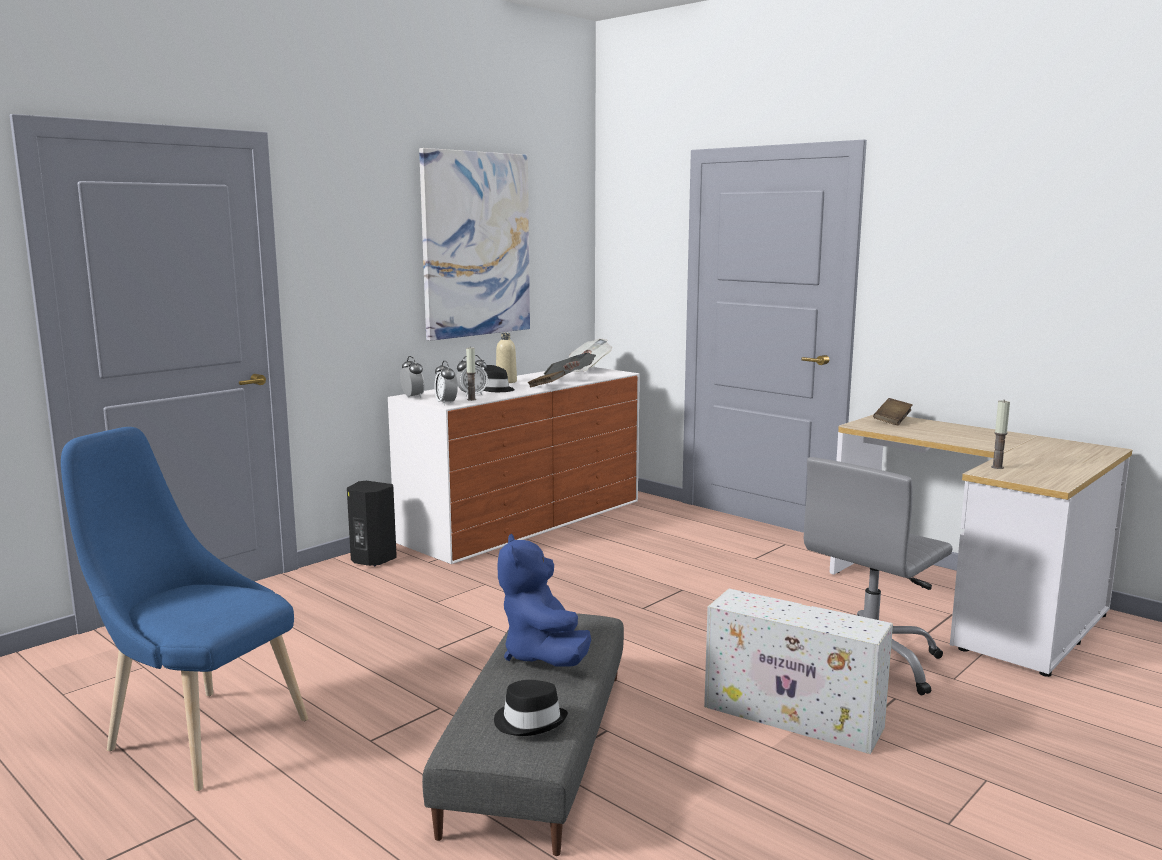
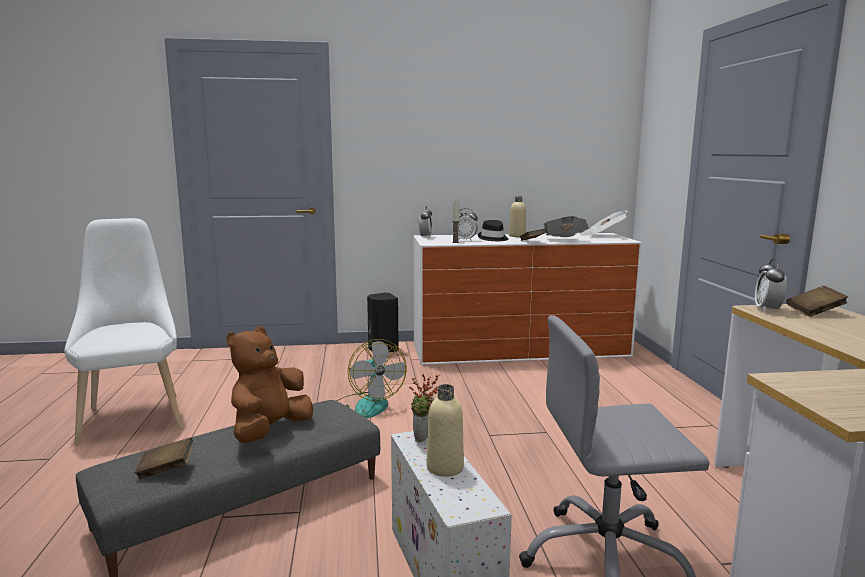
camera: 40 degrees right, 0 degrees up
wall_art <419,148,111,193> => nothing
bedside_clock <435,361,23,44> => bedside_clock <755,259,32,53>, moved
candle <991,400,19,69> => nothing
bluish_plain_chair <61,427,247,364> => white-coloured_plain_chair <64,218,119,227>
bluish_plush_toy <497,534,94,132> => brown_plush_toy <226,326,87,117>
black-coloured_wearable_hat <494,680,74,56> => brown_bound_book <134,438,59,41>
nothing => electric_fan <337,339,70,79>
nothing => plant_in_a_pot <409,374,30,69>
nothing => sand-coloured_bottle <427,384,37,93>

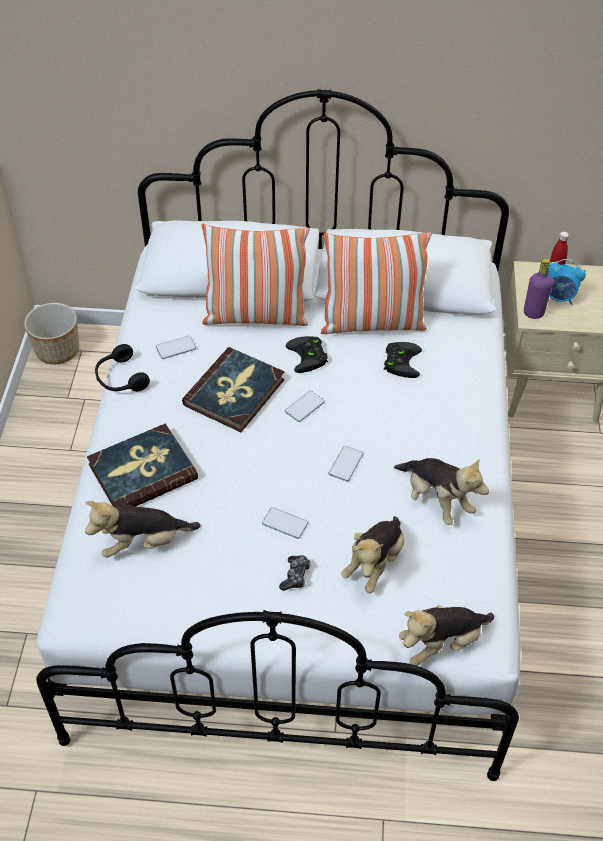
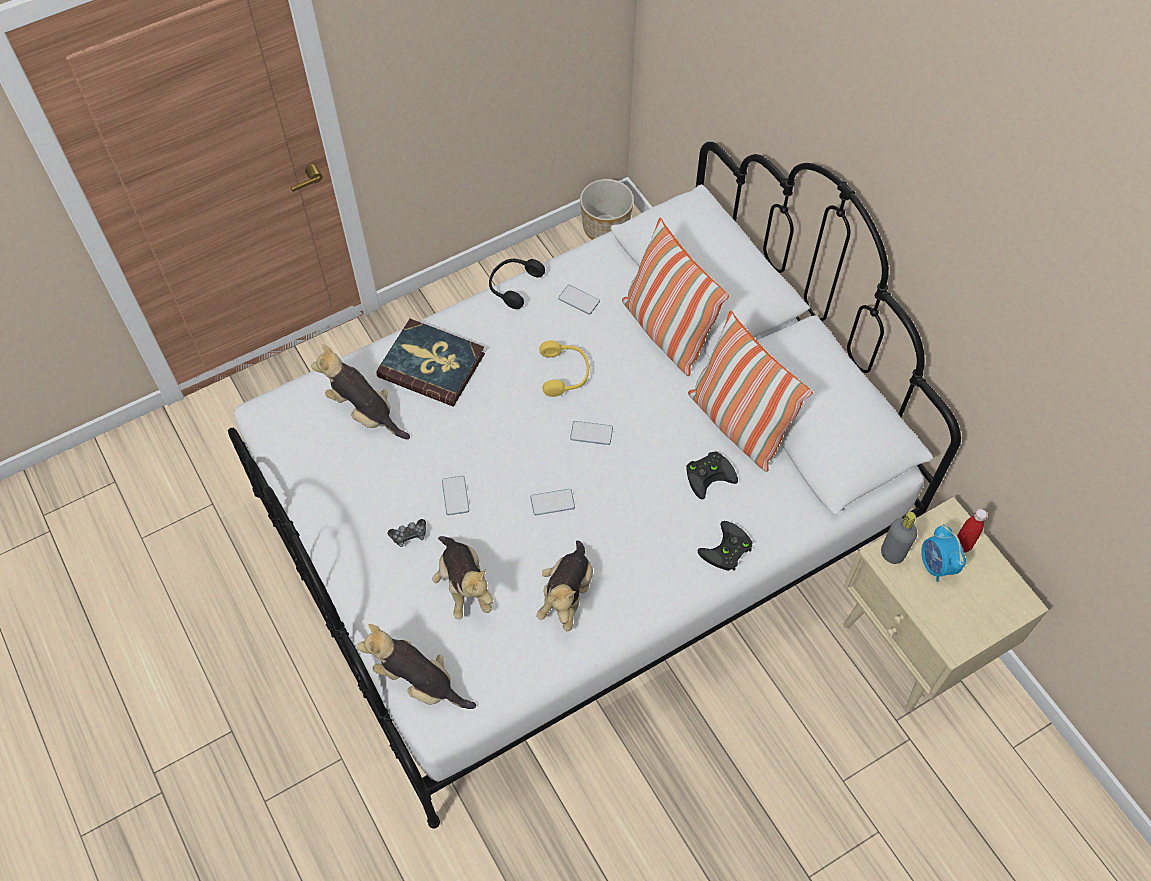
camera: 55 degrees right, 10 degrees up
purple-coloured_bottle <524,258,29,61> => gray_bottle <881,512,36,52>
black-coloured_gamepad <285,336,43,37> => black-coloured_gamepad <698,521,55,50>, moved
bound_book <182,347,103,85> => yellow_headset <539,341,51,56>
plush_toy <341,516,64,77> => plush_toy <432,536,61,83>, 105 degrees counterclockwise

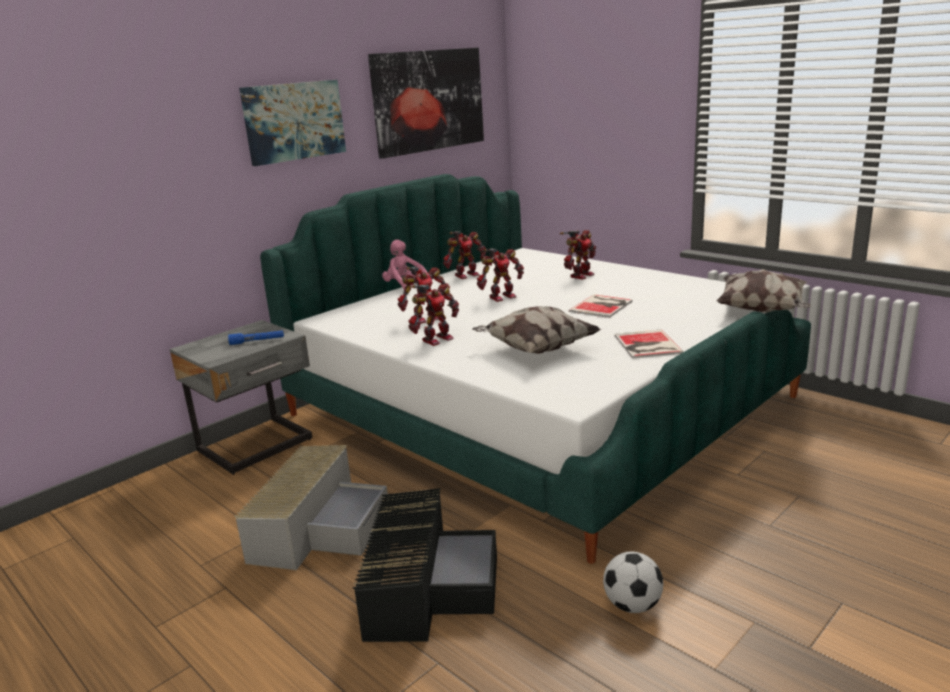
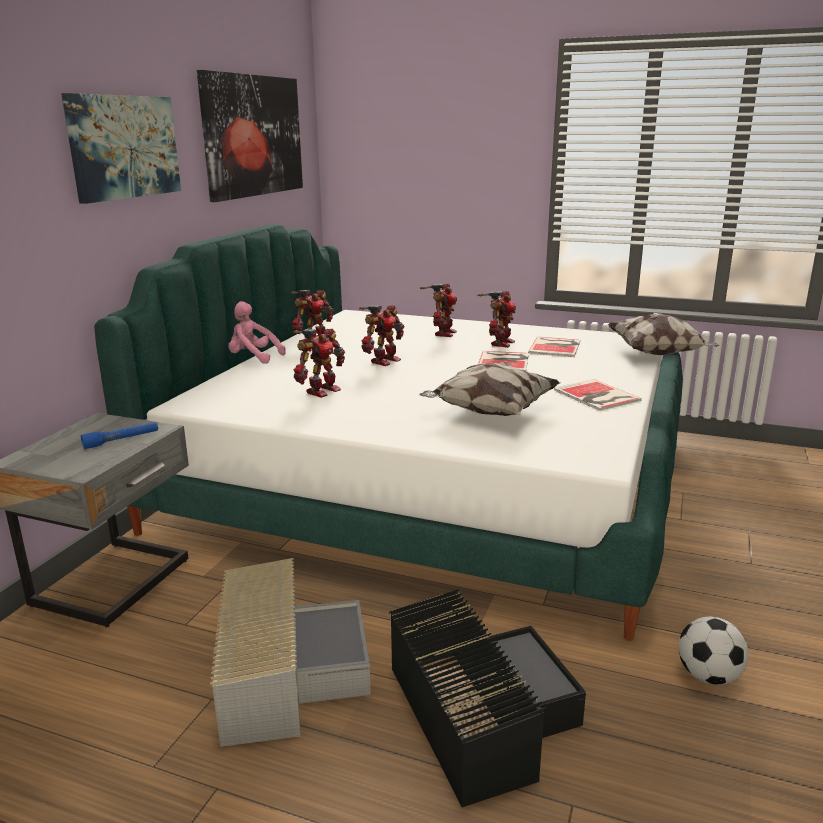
camera: 25 degrees left, 0 degrees up
robot_figure <408,284,51,62> => robot_figure <477,291,39,57>, moved
nothing => bound_book <528,337,52,20>

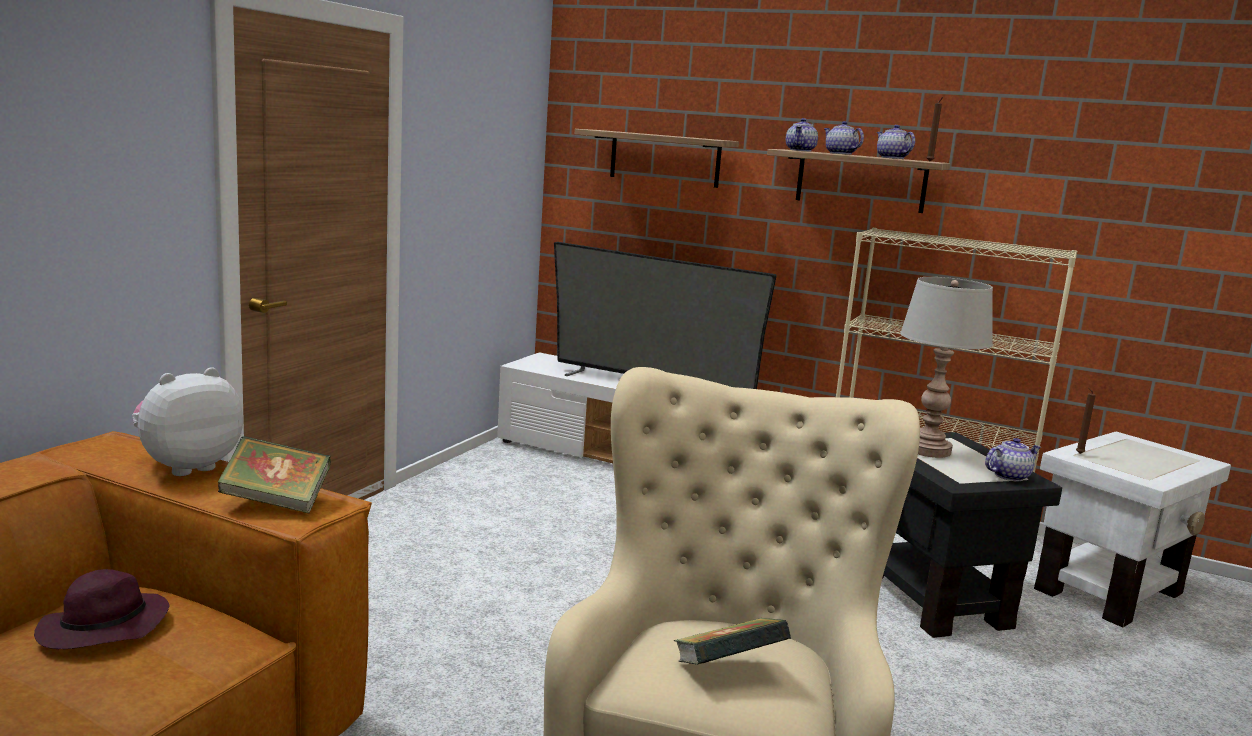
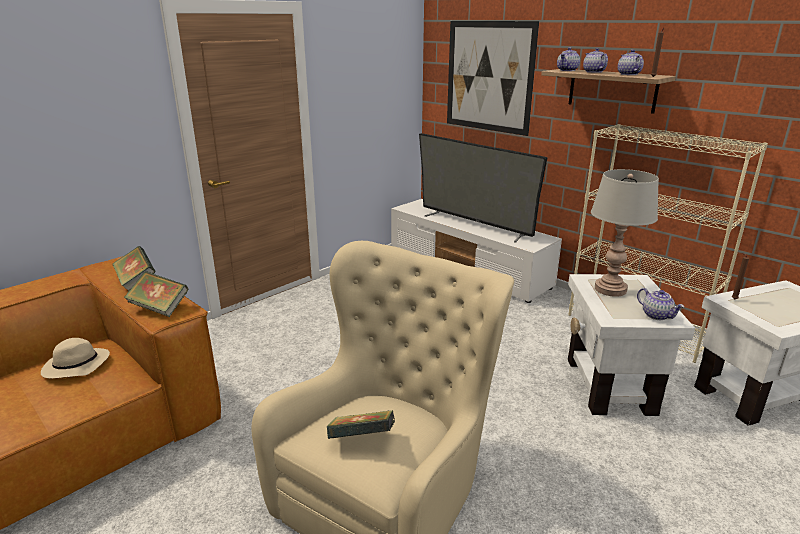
camera: 20 degrees right, 10 degrees up
wall_shelf <575,129,164,59> => wall_art <447,21,92,115>
plush_toy <132,367,111,109> => bound_book <112,246,44,46>
black-coloured_end_table <883,432,179,206> => white-coloured_end_table <568,274,127,142>
pot_for_tea <985,438,56,44> => pot_for_tea <637,288,47,32>, 60 degrees clockwise
purple-coloured_wearable_hat <34,569,136,80> => sand-coloured_wearable_hat <41,338,69,41>

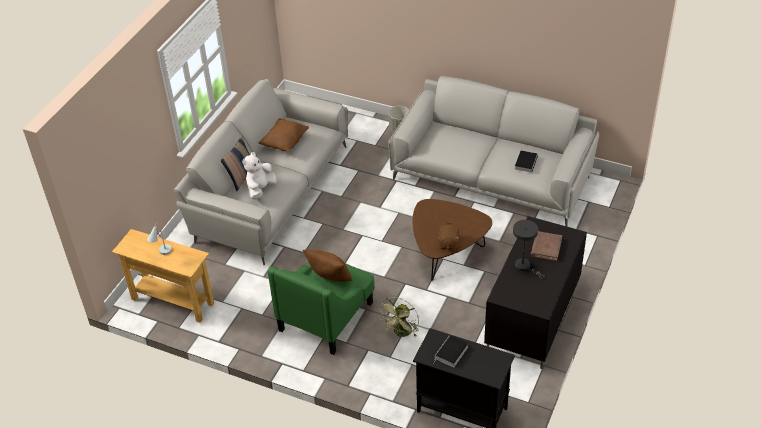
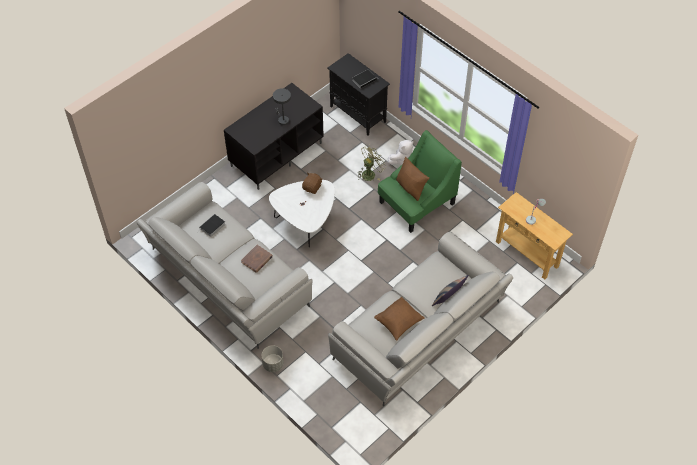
camera: 160 degrees left, 10 degrees up
white-coloured_plush_toy <242,152,35,47> => white-coloured_plush_toy <388,140,26,25>, moved
brown_coffee_table <413,199,79,82> => white-coloured_coffee_table <269,180,66,67>
brown_bound_book <531,231,31,30> => brown_bound_book <241,245,32,28>, moved

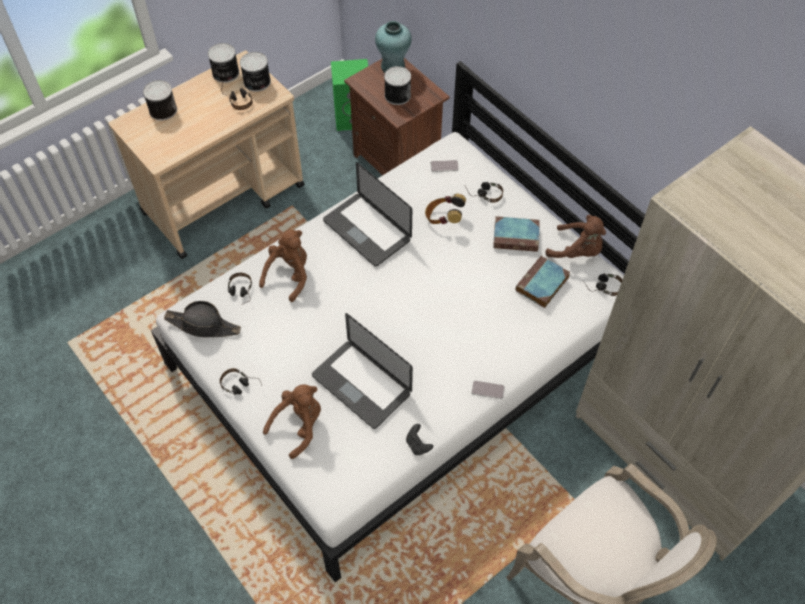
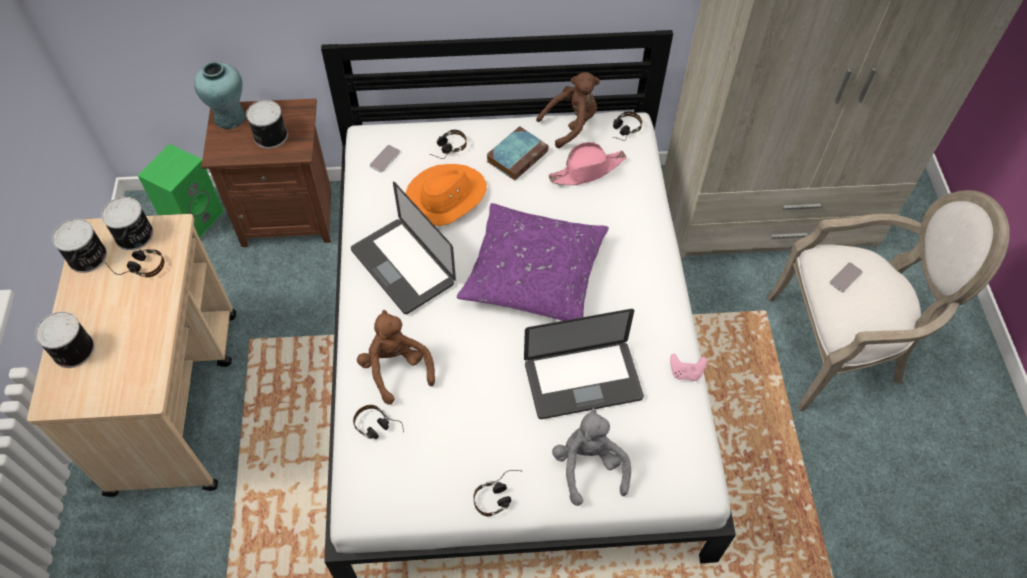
camera: 55 degrees left, 0 degrees up
notebook_computer <323,162,89,105> => notebook_computer <351,182,105,132>, 60 degrees clockwise
headset <425,194,41,30> => orange-coloured_wearable_hat <406,164,81,62>
bound_book <516,256,54,52> => pink_wearable_hat <549,142,78,43>
black-coloured_wearable_hat <164,301,77,36> => nothing
handset <471,380,34,19> => handset <829,262,34,30>, moved
brown_plush_toy <263,384,58,75> => gray_plush_toy <552,408,79,98>
black-coloured_gamepad <406,424,27,31> => pink_gamepad <670,353,37,28>
nothing => purple-coloured_cushion <457,203,152,118>

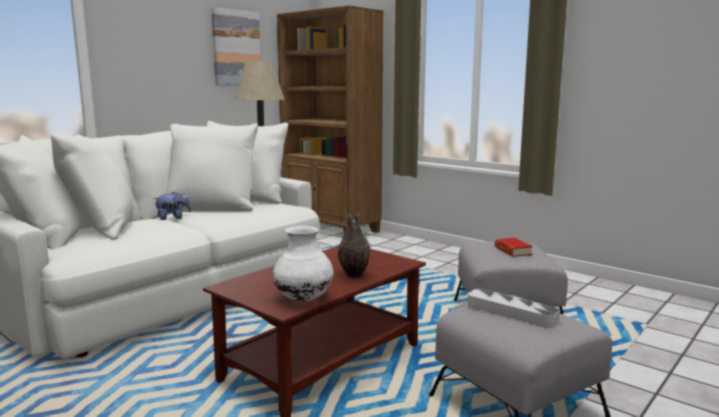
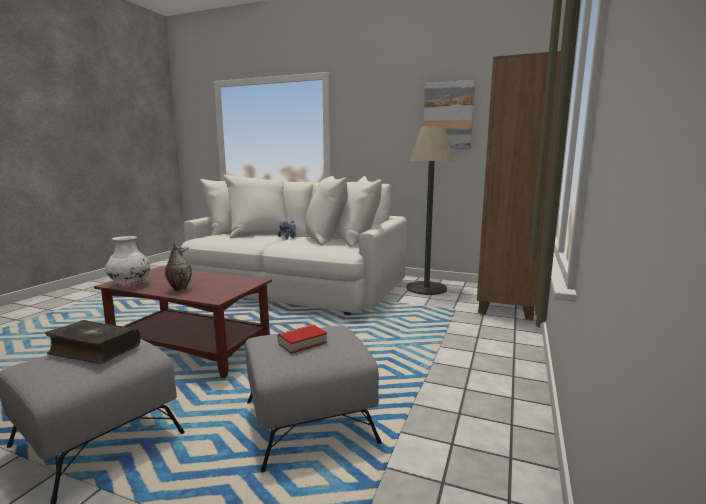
camera: 70 degrees right, 0 degrees up
gray_serving_tray <467,289,93,39> => bound_book <45,320,95,44>

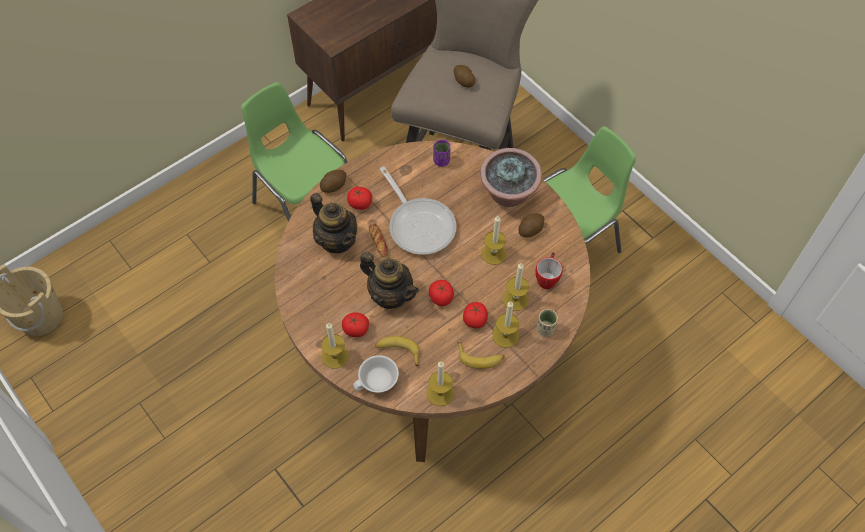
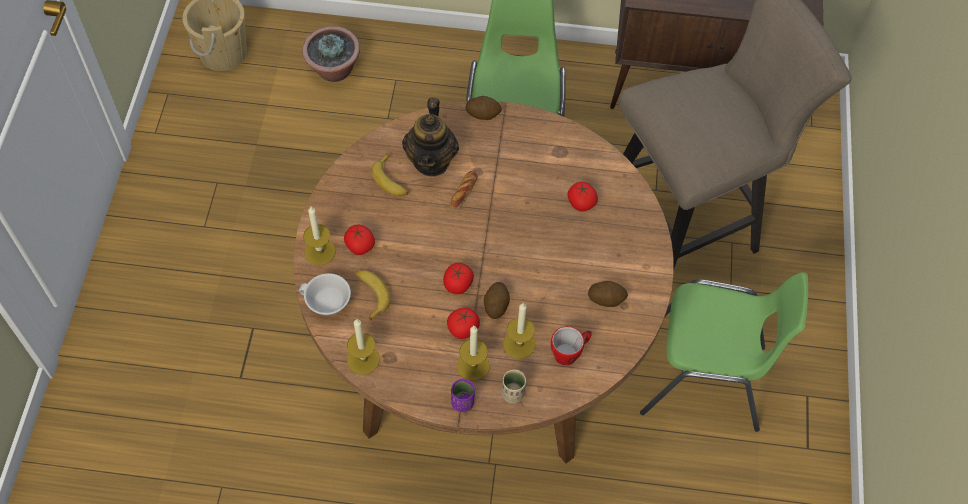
camera: 45 degrees right, 0 degrees up
whole_potato <454,65,21,23> => whole_potato <484,282,26,37>, moved
purple-coloured_small_cup <433,140,18,27> => purple-coloured_small_cup <451,378,24,34>, moved
plant_in_a_pot <480,148,62,59> => plant_in_a_pot <302,26,58,56>, moved
skillet <380,166,77,89> => nothing
tomato <347,187,25,23> => tomato <568,182,30,30>, moved
candle <481,216,26,49> => nothing
pot_for_tea <360,251,59,58> => nothing
banana <457,342,48,27> => banana <371,153,37,43>, moved

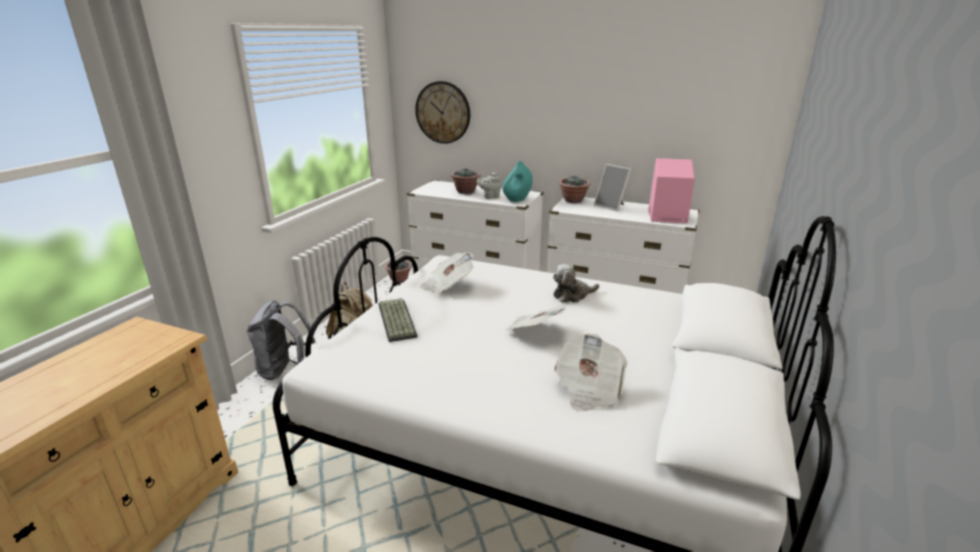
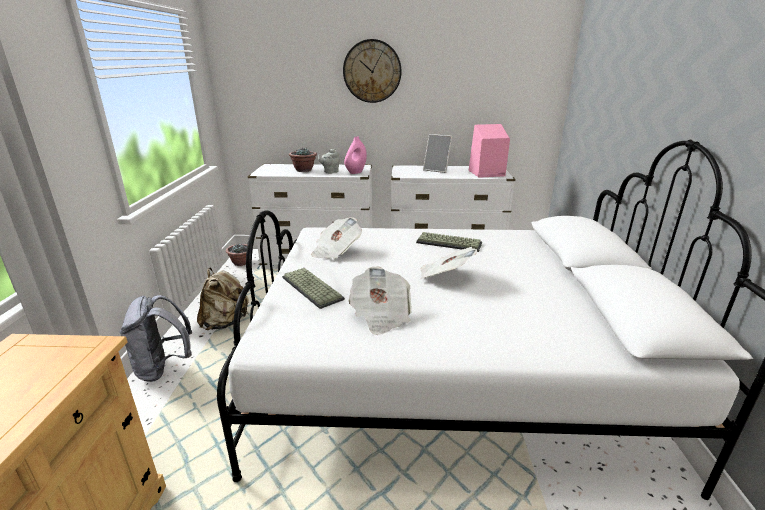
camera: 20 degrees left, 0 degrees up
hanging_clock <415,81,55,63> => hanging_clock <343,39,59,64>, moved
turquoise_vase <502,161,31,41> => pink_vase <344,137,23,37>
plant_in_a_pot <559,176,32,27> => nothing
plush_toy <553,264,46,38> => keyboard <416,232,66,20>
printed_paper <554,334,73,78> => printed_paper <348,266,64,69>, moved

